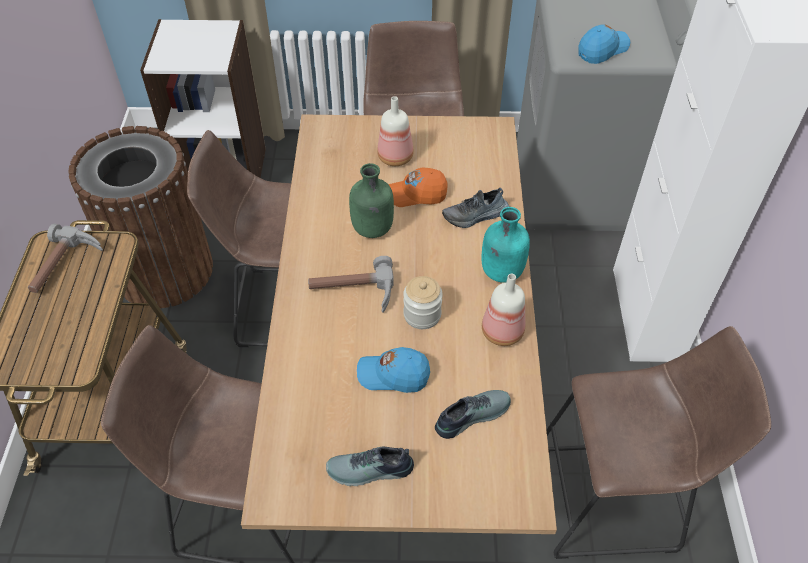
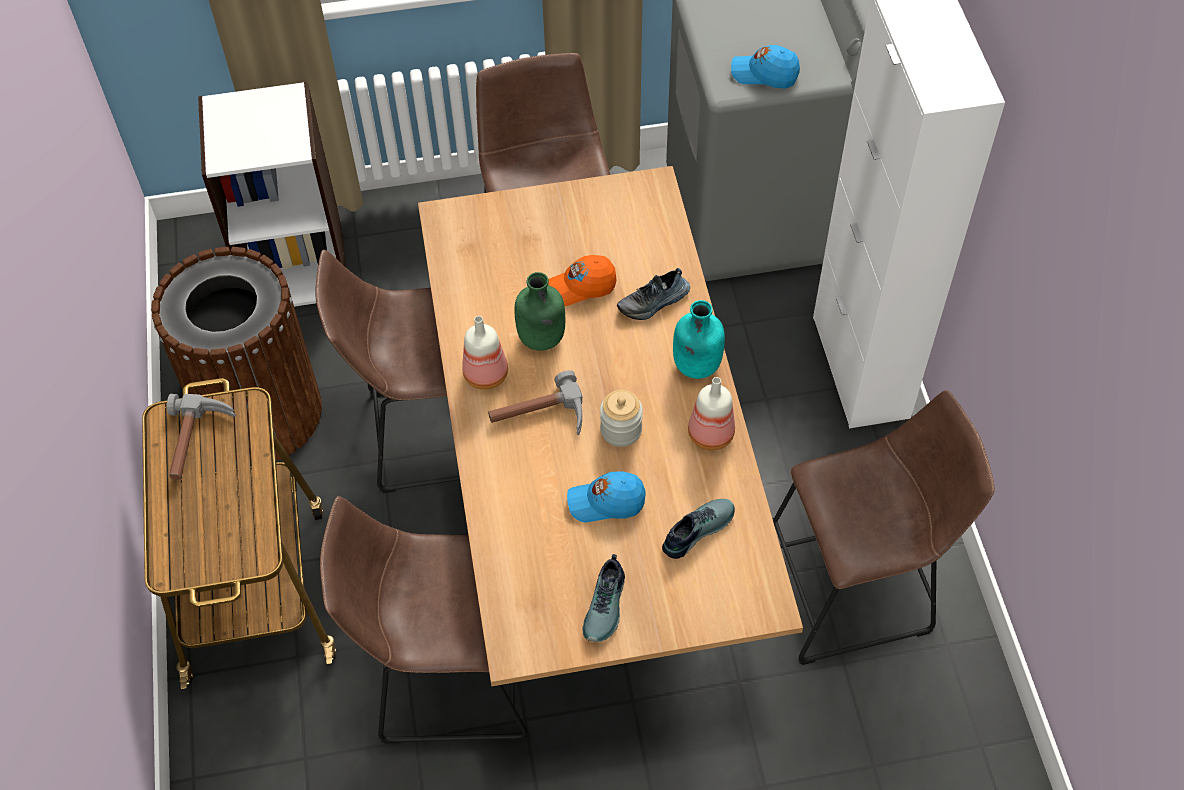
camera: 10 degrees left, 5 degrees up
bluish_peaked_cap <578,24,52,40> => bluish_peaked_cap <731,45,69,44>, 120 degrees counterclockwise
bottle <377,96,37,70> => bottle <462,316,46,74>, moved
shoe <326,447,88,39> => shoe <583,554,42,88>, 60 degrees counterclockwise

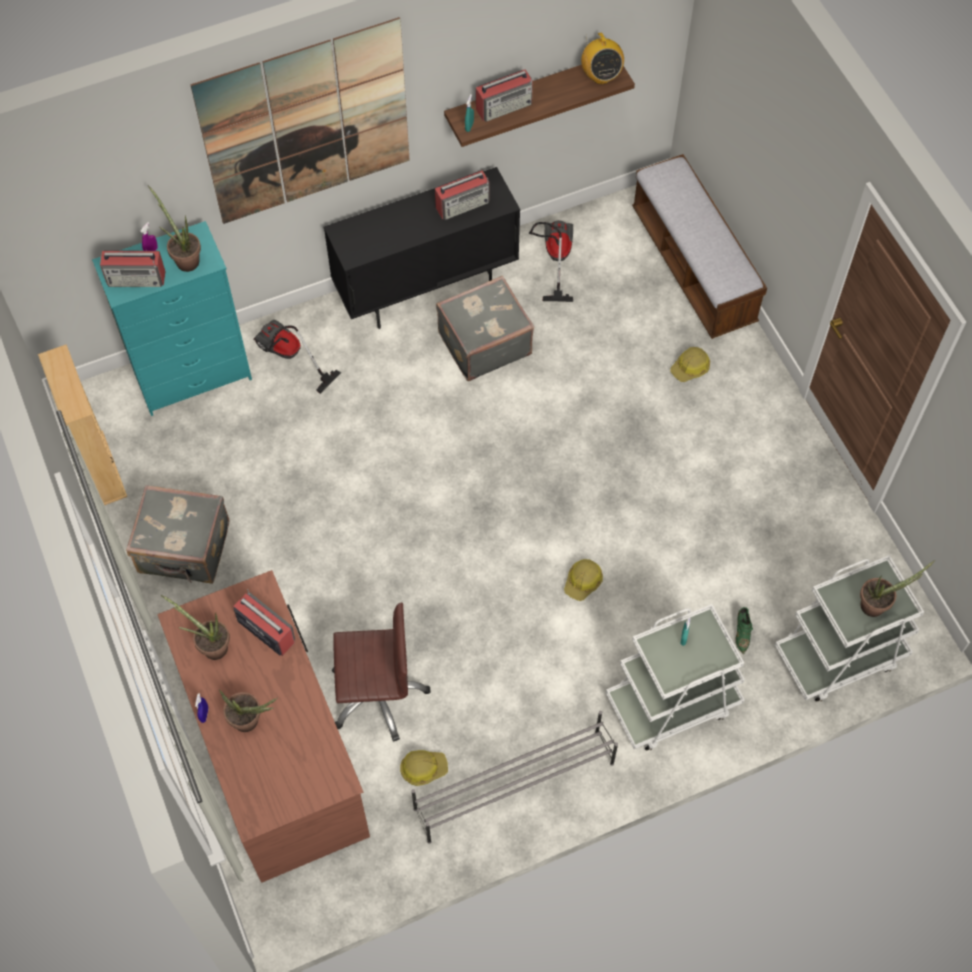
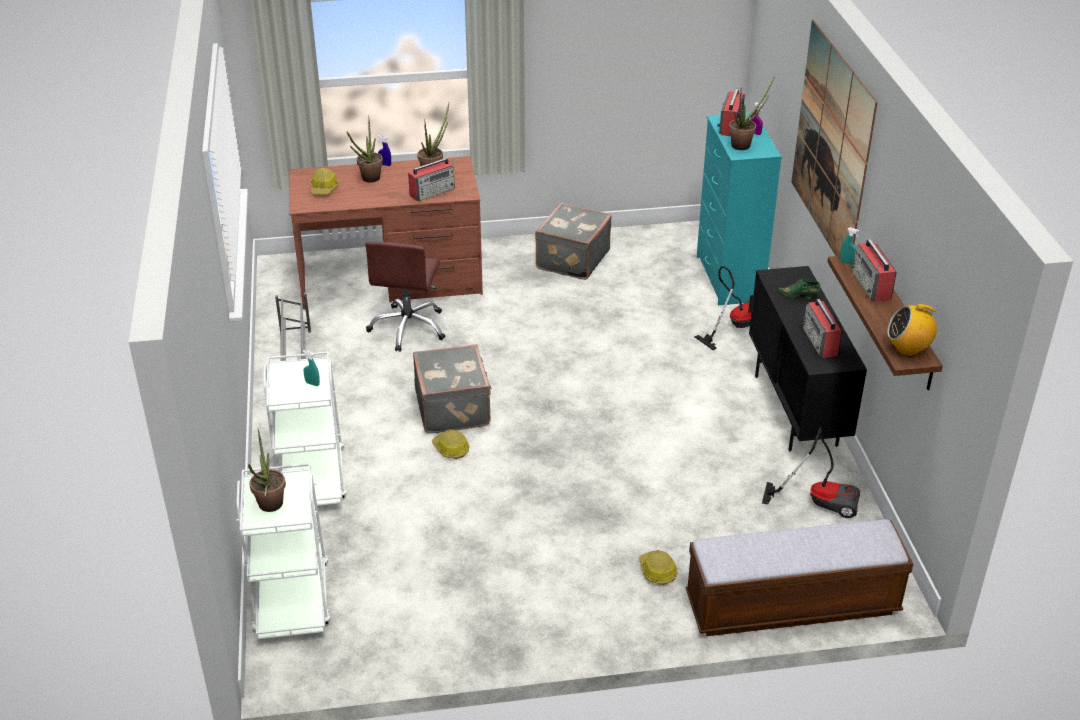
camera: 105 degrees right, 25 degrees down
gray_travel_case <436,276,98,105> => gray_travel_case <413,344,79,89>, moved
sand-coloured_bookcase <38,344,89,161> => nothing
green_shoe <735,607,18,47> => green_shoe <778,279,43,20>, moved
safety_helmet <400,750,48,36> => safety_helmet <310,168,29,27>, moved

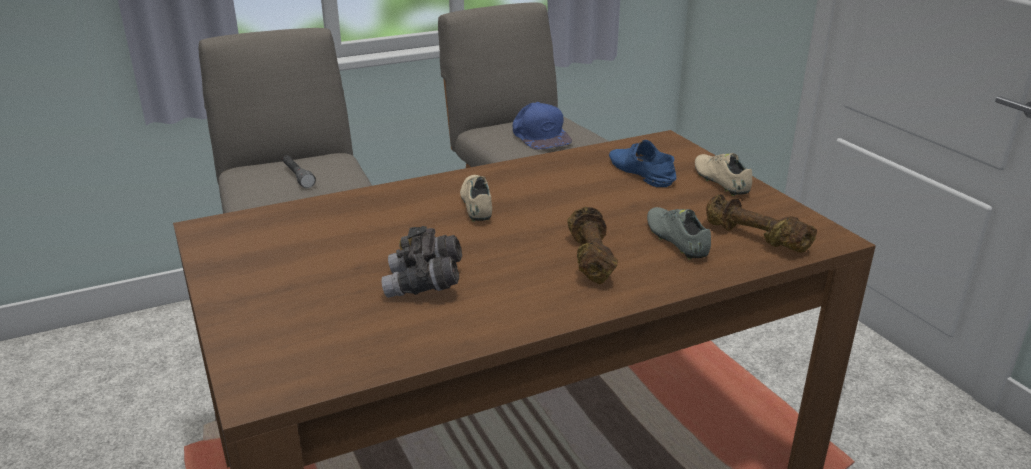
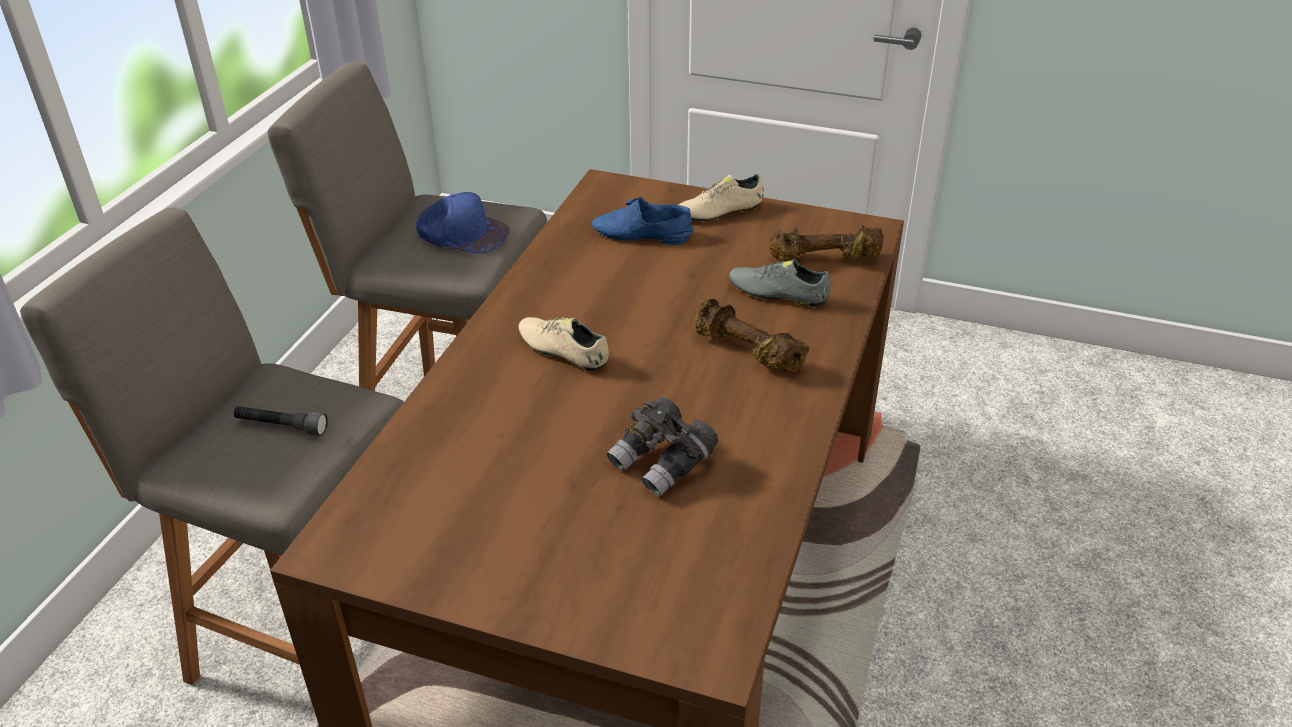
camera: 45 degrees left, 10 degrees up
sand-coloured_shoe <695,153,57,43> => sand-coloured_shoe <678,174,86,49>, 45 degrees counterclockwise

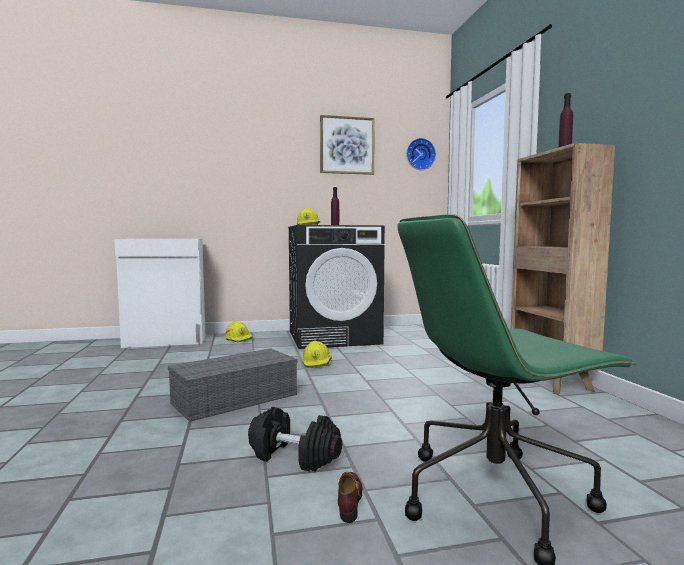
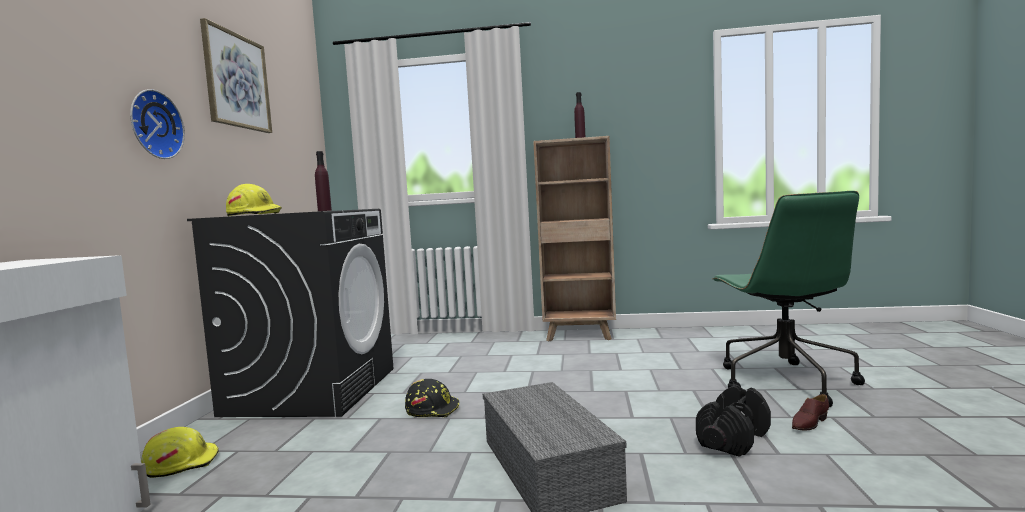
camera: 70 degrees left, 0 degrees up
hanging_clock <406,138,30,32> => hanging_clock <130,89,55,70>, moved
yellow_safety_helmet <302,341,30,27> => black-coloured_safety_helmet <405,379,54,38>
brown_shoe <338,472,24,51> => brown_shoe <792,394,37,37>, 60 degrees counterclockwise

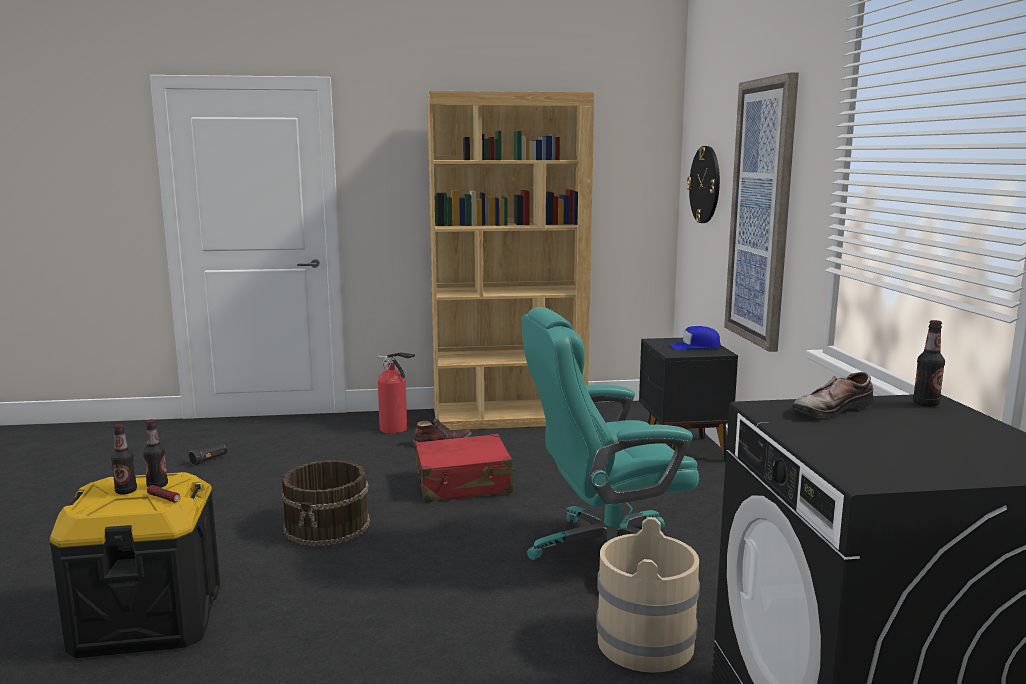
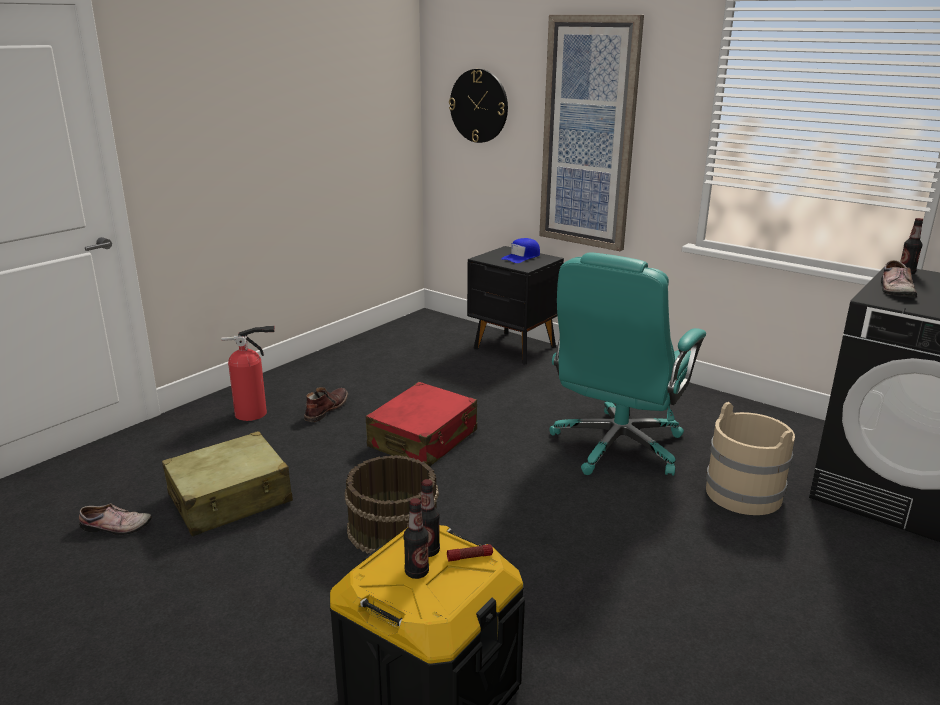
camera: 45 degrees left, 10 degrees up
brown_bookcase <427,91,167,339> => nothing
black-coloured_hand_torch <189,443,39,23> => shoe <79,503,73,32>
nothing => sand-coloured_travel_case <162,431,131,105>

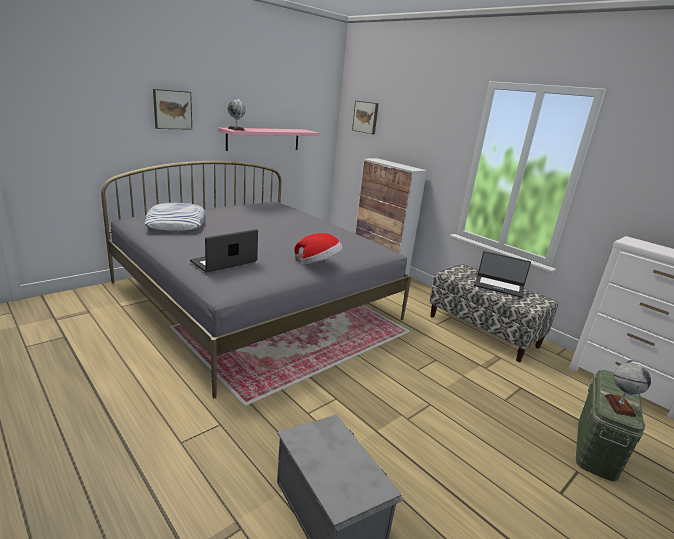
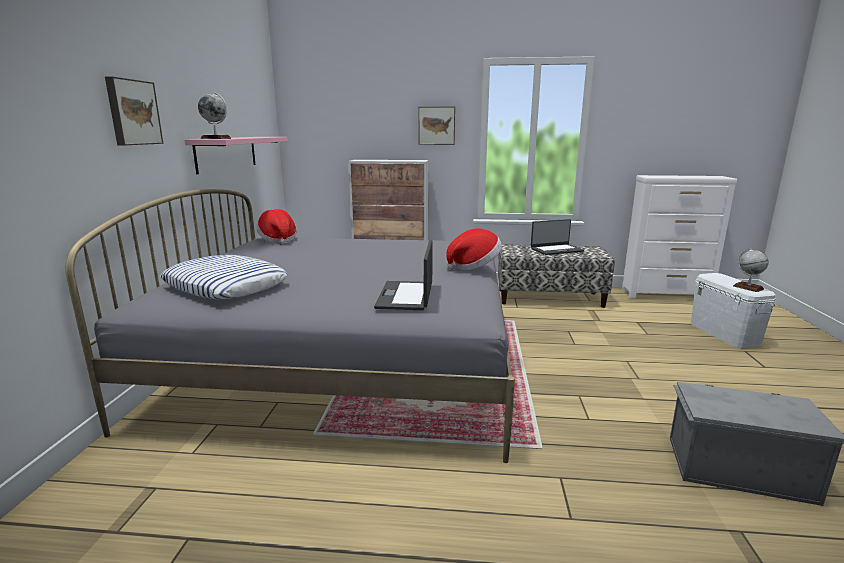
camera: 40 degrees left, 5 degrees down
wall_art <352,101,27,33> => wall_art <419,107,36,38>, moved
green_storage_container <576,370,69,111> => white-coloured_storage_container <691,273,85,75>
nothing => wearable_hat <257,209,40,35>

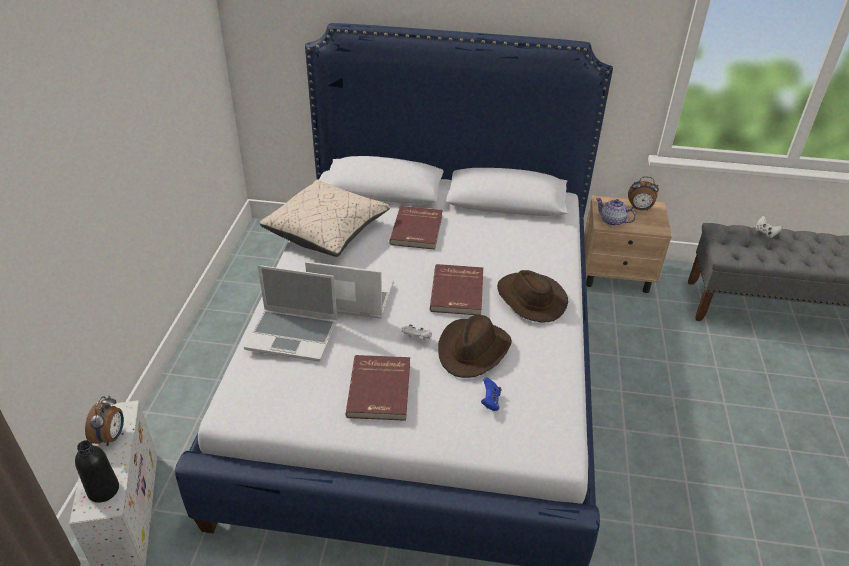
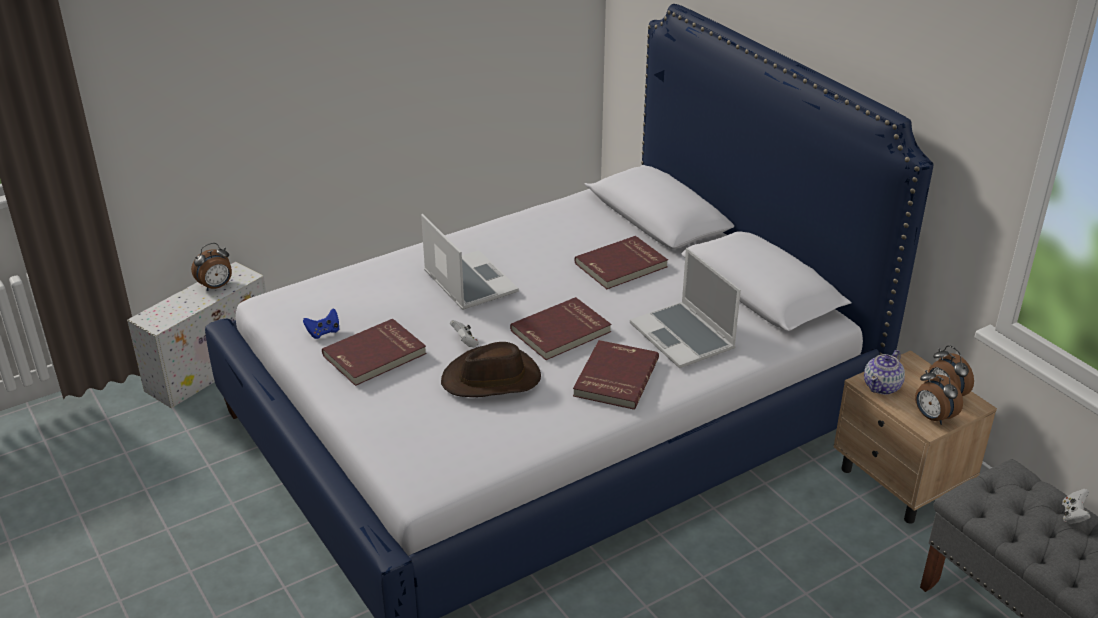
camera: 50 degrees right, 5 degrees down
sand-coloured_cushion <260,180,130,77> => nothing
pot_for_tea <596,198,40,28> => pot_for_tea <864,350,41,45>, 135 degrees counterclockwise
notebook_computer <244,265,94,97> => notebook_computer <630,248,111,120>, moved
brown_wearable_hat <497,270,71,52> => red_bound_book <573,340,86,70>
bluish_gamepad <481,377,20,34> => bluish_gamepad <303,309,36,30>, moved
black-coloured_bottle <75,440,44,63> => nothing
nothing => bedside_clock <915,367,48,58>

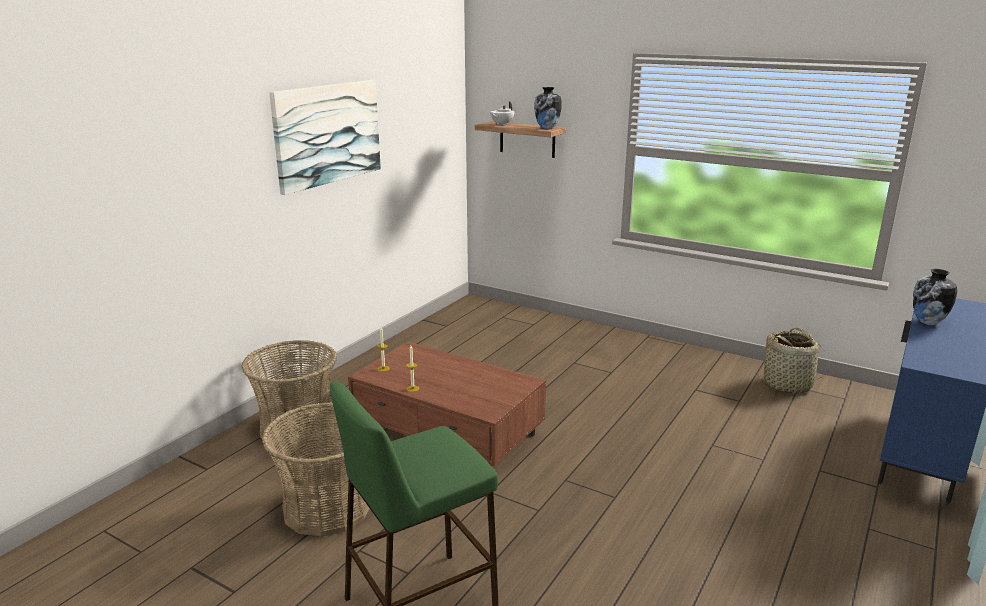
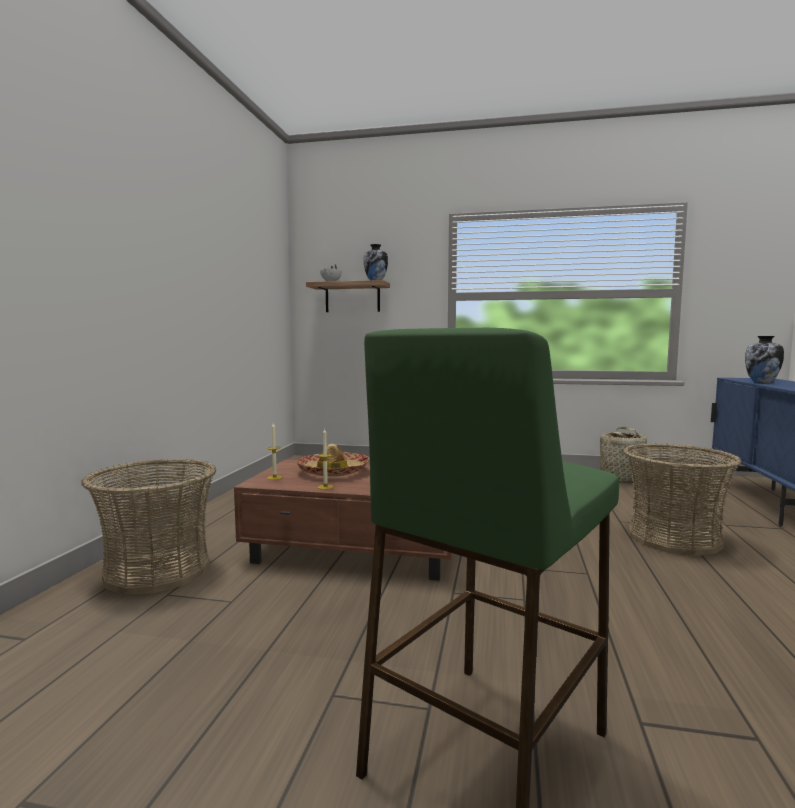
camera: 20 degrees left, 15 degrees down
wall_art <269,80,112,115> => nothing
household_basket <262,403,108,134> => household_basket <623,443,119,113>, moved
nothing => wearable_hat <295,444,74,33>

